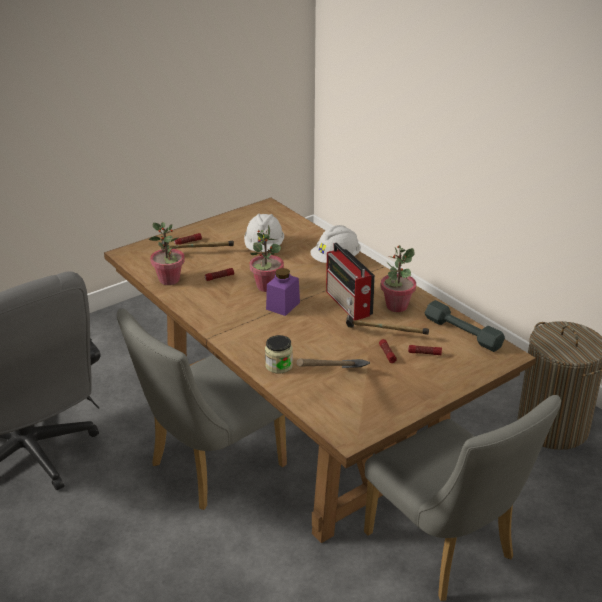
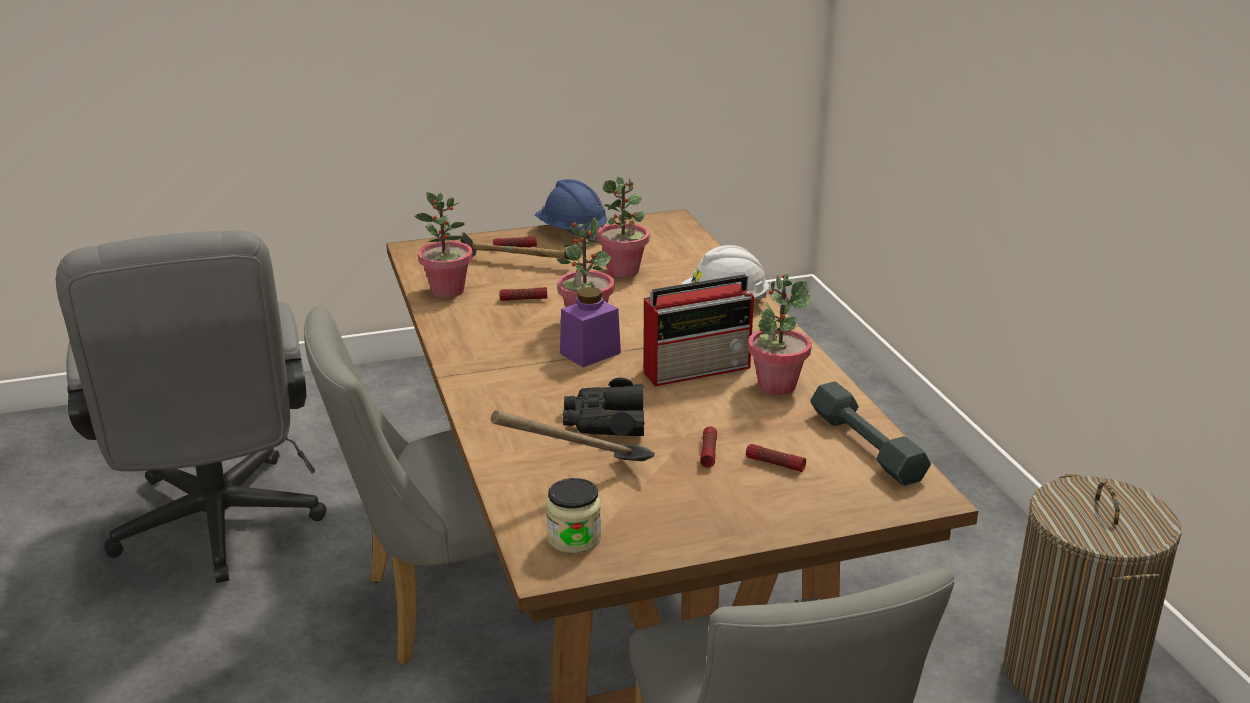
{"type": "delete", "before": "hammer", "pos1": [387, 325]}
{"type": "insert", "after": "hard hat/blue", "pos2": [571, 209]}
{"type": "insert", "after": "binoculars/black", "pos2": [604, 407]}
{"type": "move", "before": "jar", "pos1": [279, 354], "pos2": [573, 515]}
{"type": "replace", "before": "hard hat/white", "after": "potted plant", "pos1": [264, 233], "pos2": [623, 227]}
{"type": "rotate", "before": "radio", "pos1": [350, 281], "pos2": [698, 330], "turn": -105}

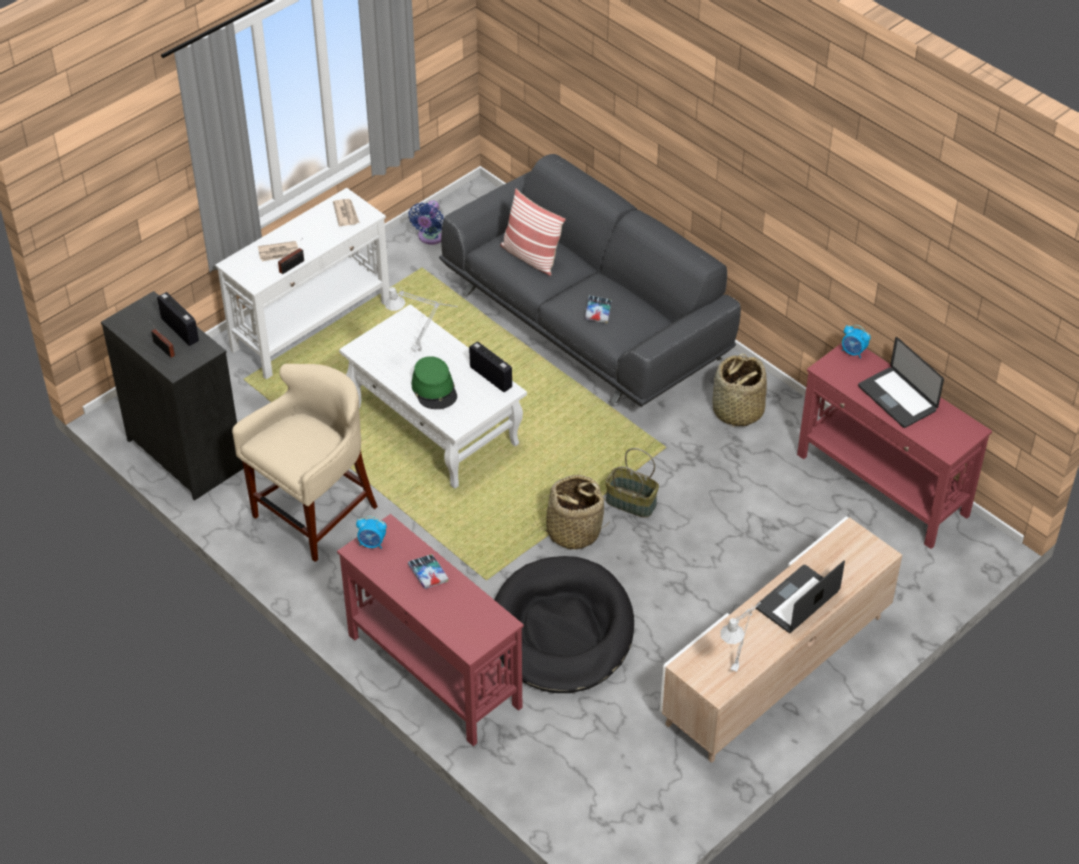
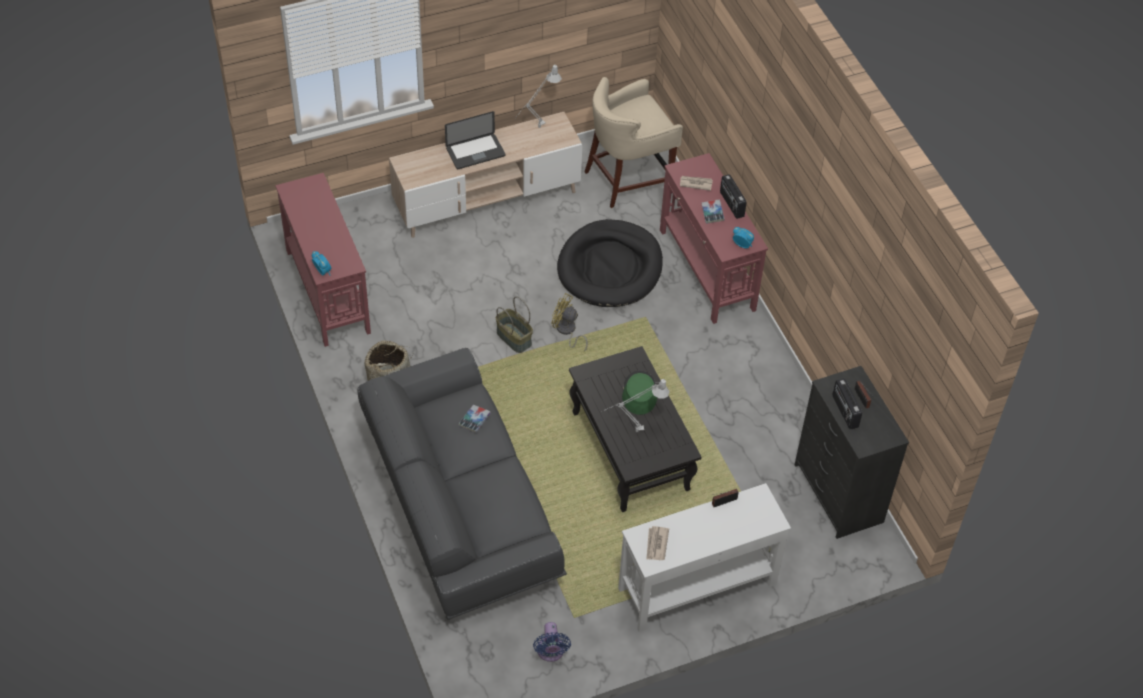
{"type": "delete", "before": "pillow", "pos1": [533, 232]}
{"type": "delete", "before": "laptop", "pos1": [901, 382]}
{"type": "move", "before": "stool/beige", "pos1": [305, 463], "pos2": [633, 142]}
{"type": "move", "before": "newspaper", "pos1": [278, 251], "pos2": [696, 183]}
{"type": "move", "before": "radio", "pos1": [490, 367], "pos2": [733, 196]}
{"type": "replace", "before": "basket", "after": "fan/yellow", "pos1": [571, 512], "pos2": [570, 322]}
{"type": "recolor", "before": "coffee table/white", "after": "coffee table/black", "pos1": [433, 396], "pos2": [635, 429]}
{"type": "rotate", "before": "fan/blue", "pos1": [426, 222], "pos2": [552, 642], "turn": 135}

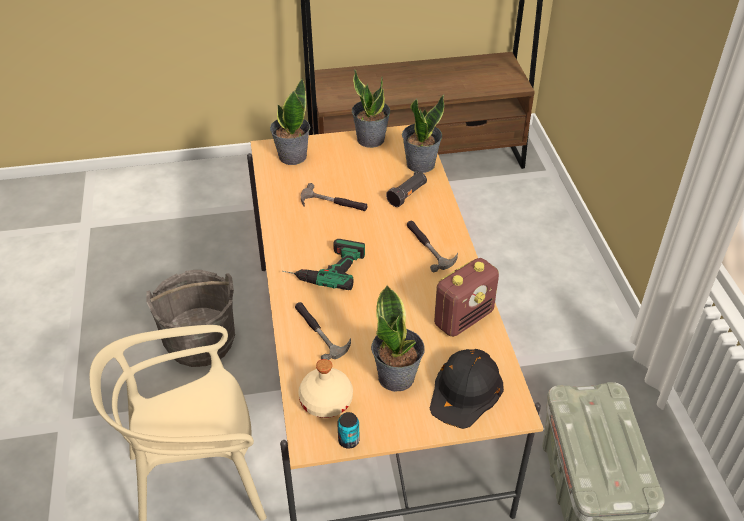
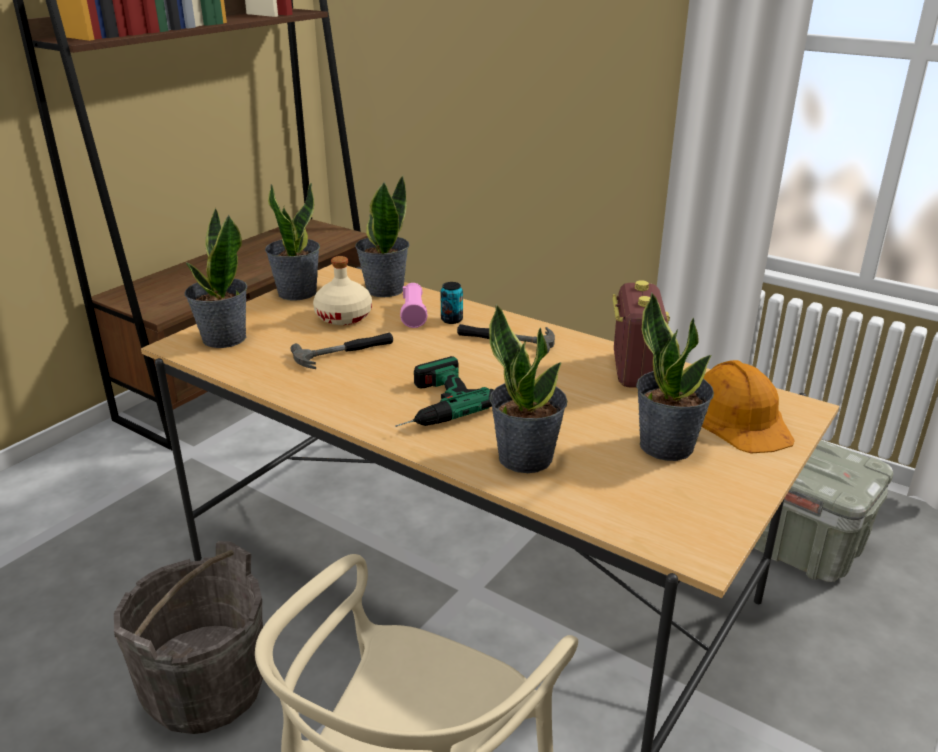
{"type": "move", "before": "bottle/beige", "pos1": [325, 388], "pos2": [342, 290]}
{"type": "move", "before": "can", "pos1": [348, 430], "pos2": [451, 303]}
{"type": "replace", "before": "hammer", "after": "potted plant", "pos1": [323, 331], "pos2": [528, 388]}
{"type": "recolor", "before": "flashlight/black", "after": "flashlight/pink", "pos1": [406, 189], "pos2": [413, 305]}
{"type": "recolor", "before": "hard hat/black", "after": "hard hat/orange", "pos1": [467, 389], "pos2": [748, 406]}

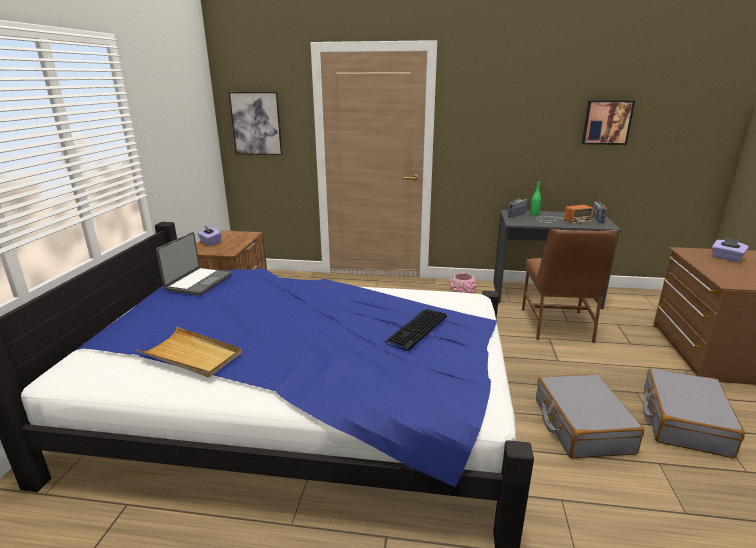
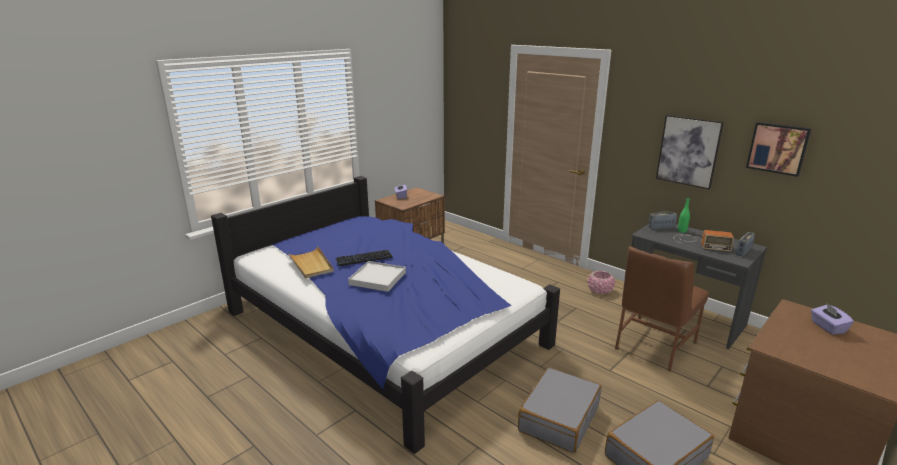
{"type": "delete", "before": "laptop", "pos1": [194, 264]}
{"type": "insert", "after": "tray/white", "pos2": [377, 276]}
{"type": "move", "before": "picture", "pos1": [256, 123], "pos2": [690, 152]}
{"type": "move", "before": "keyboard", "pos1": [415, 330], "pos2": [363, 258]}

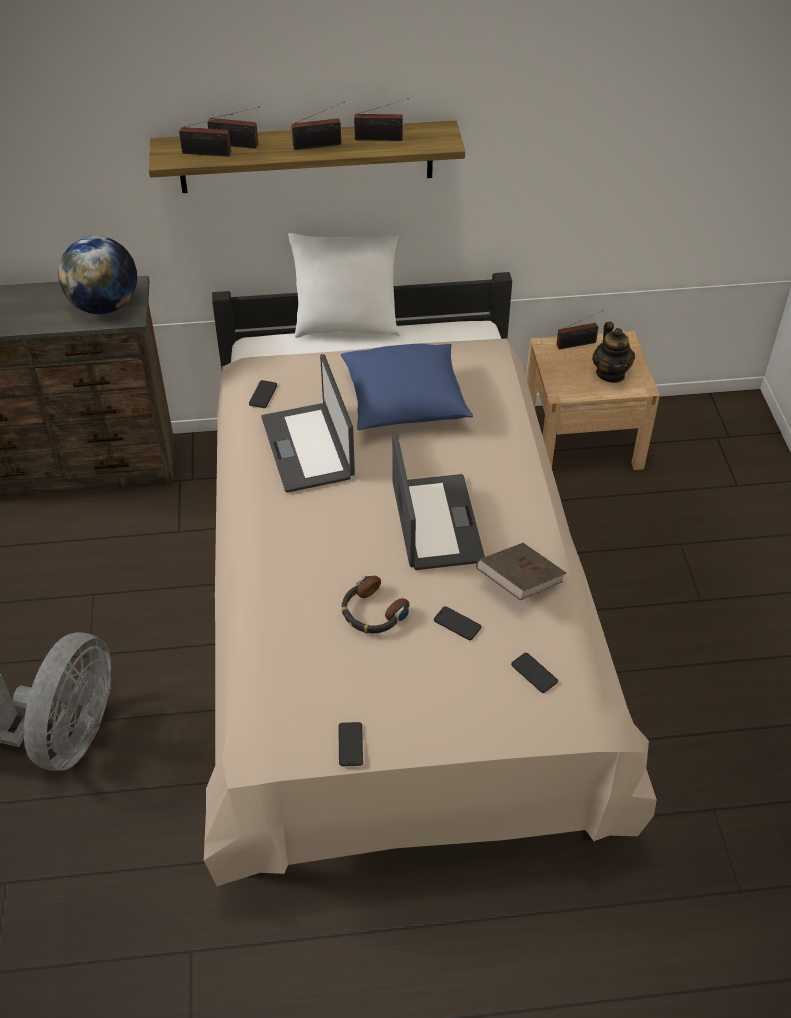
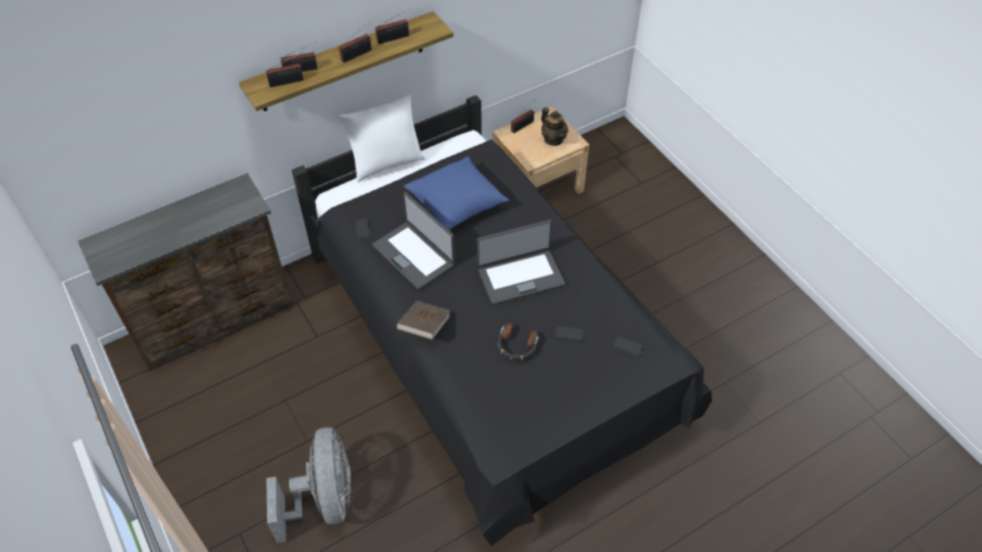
{"type": "delete", "before": "globe", "pos1": [97, 275]}
{"type": "delete", "before": "phone", "pos1": [350, 744]}
{"type": "move", "before": "book/brown", "pos1": [521, 572], "pos2": [423, 320]}
{"type": "recolor", "before": "bed/beige", "after": "bed/black", "pos1": [430, 579], "pos2": [502, 320]}
{"type": "rotate", "before": "laptop", "pos1": [438, 501], "pos2": [521, 262], "turn": 105}

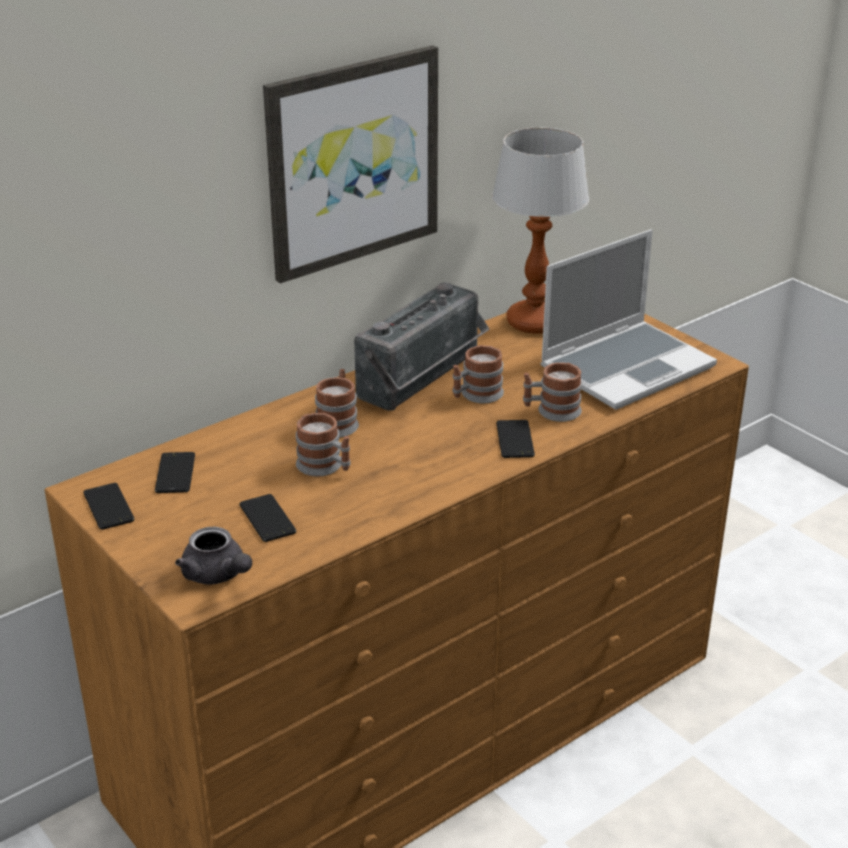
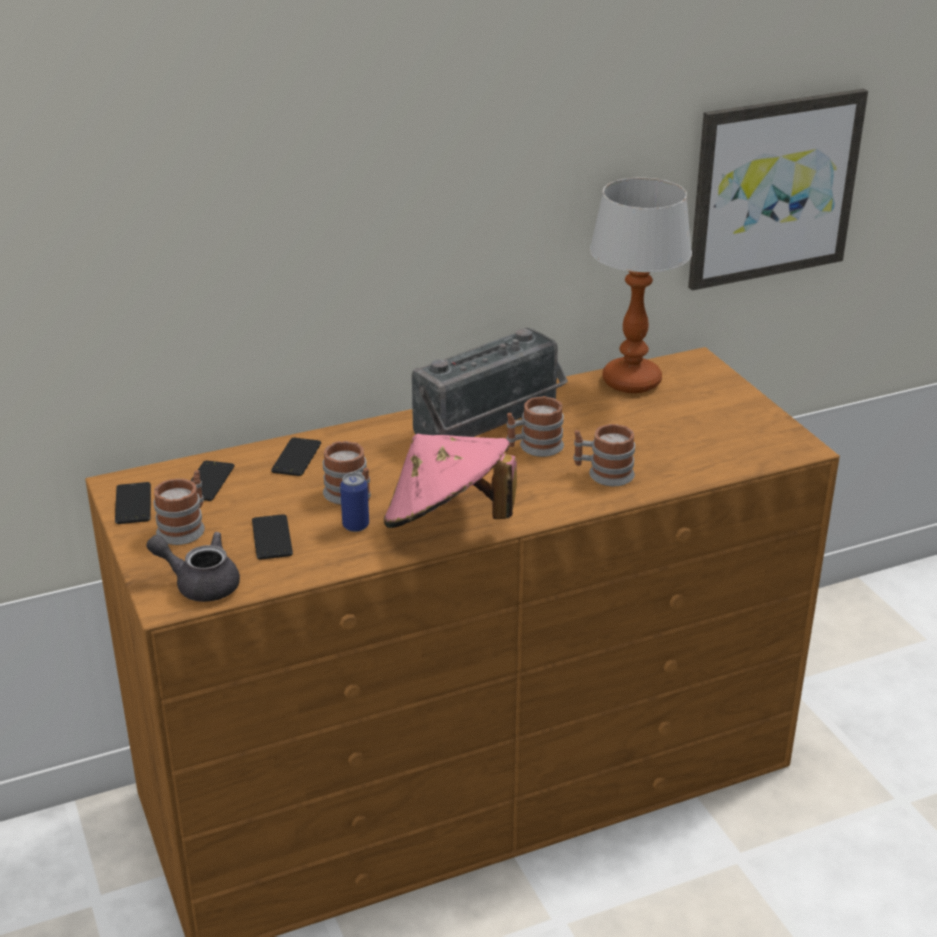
{"type": "delete", "before": "laptop", "pos1": [628, 319]}
{"type": "insert", "after": "can", "pos2": [354, 502]}
{"type": "insert", "after": "hat/pink", "pos2": [450, 481]}
{"type": "move", "before": "picture", "pos1": [350, 164], "pos2": [778, 189]}
{"type": "move", "before": "mug", "pos1": [337, 403], "pos2": [179, 507]}
{"type": "move", "before": "phone", "pos1": [515, 439], "pos2": [296, 457]}
{"type": "rotate", "before": "teapot/grey", "pos1": [213, 556], "pos2": [193, 567], "turn": 135}

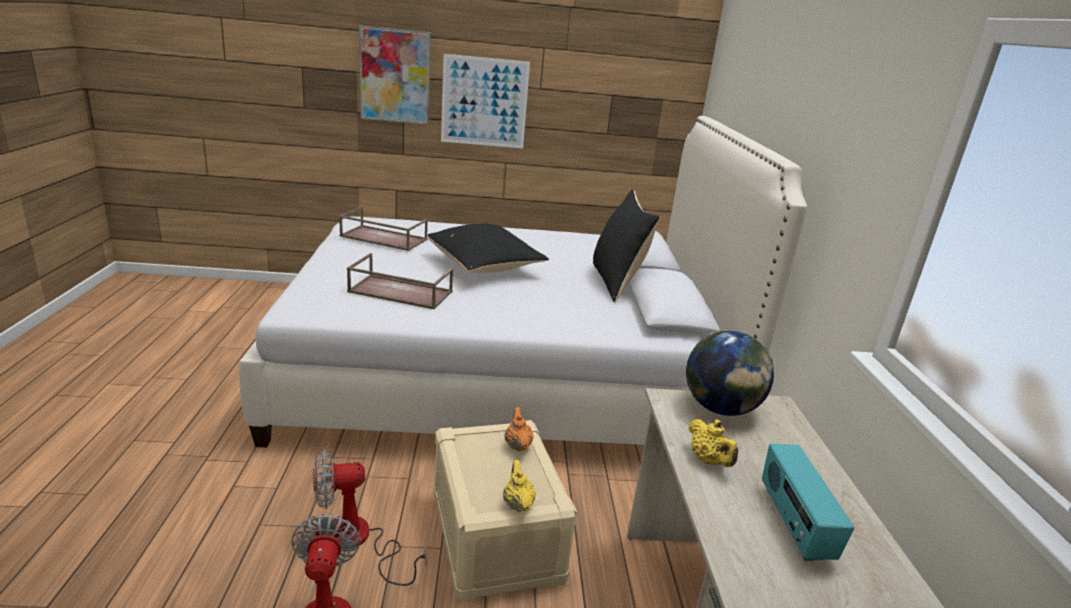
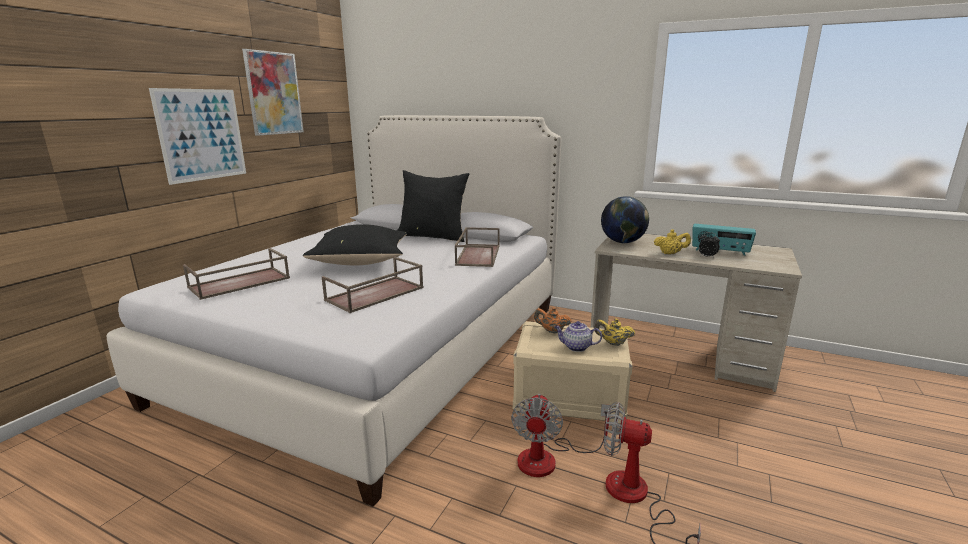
{"type": "insert", "after": "tray/brown", "pos2": [477, 247]}
{"type": "insert", "after": "teapot", "pos2": [578, 336]}
{"type": "insert", "after": "alarm clock", "pos2": [709, 245]}
{"type": "move", "before": "picture", "pos1": [395, 75], "pos2": [273, 92]}

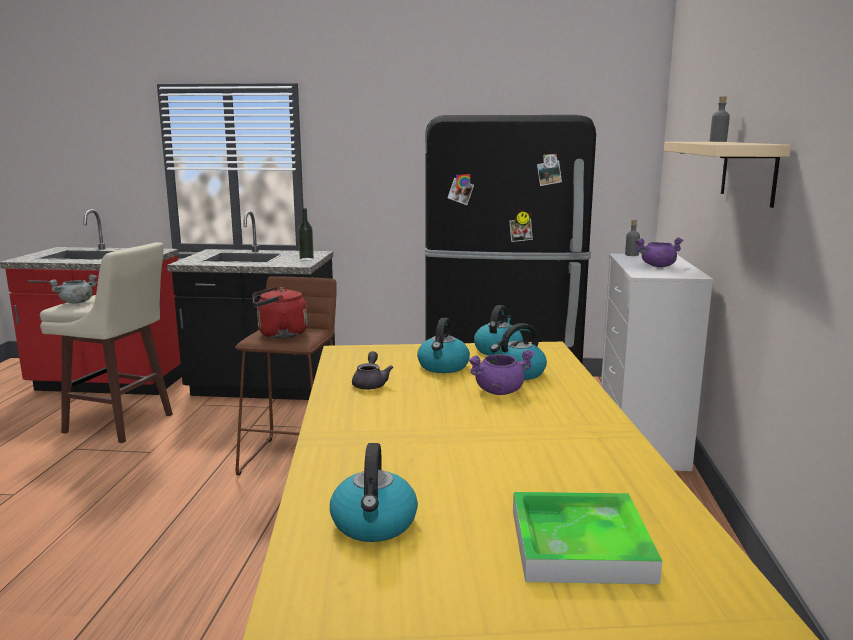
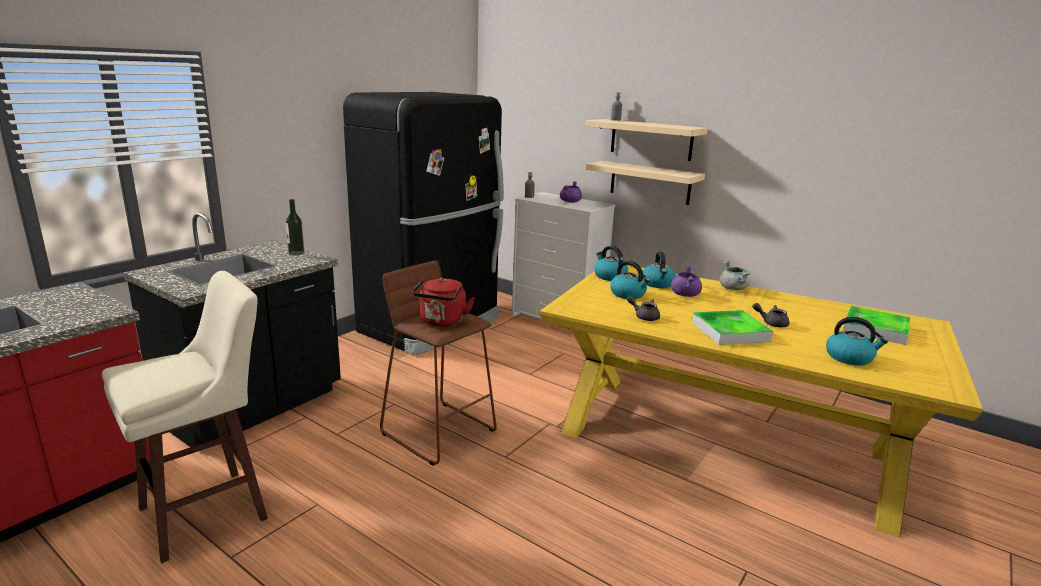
{"type": "insert", "after": "shelf/beige", "pos2": [645, 183]}
{"type": "insert", "after": "tray", "pos2": [732, 327]}
{"type": "insert", "after": "teapot/grey", "pos2": [770, 315]}
{"type": "move", "before": "cooking pot/grey", "pos1": [73, 289], "pos2": [735, 275]}

